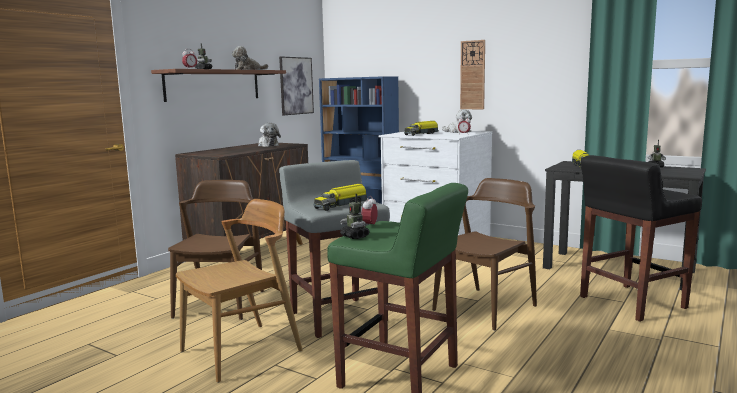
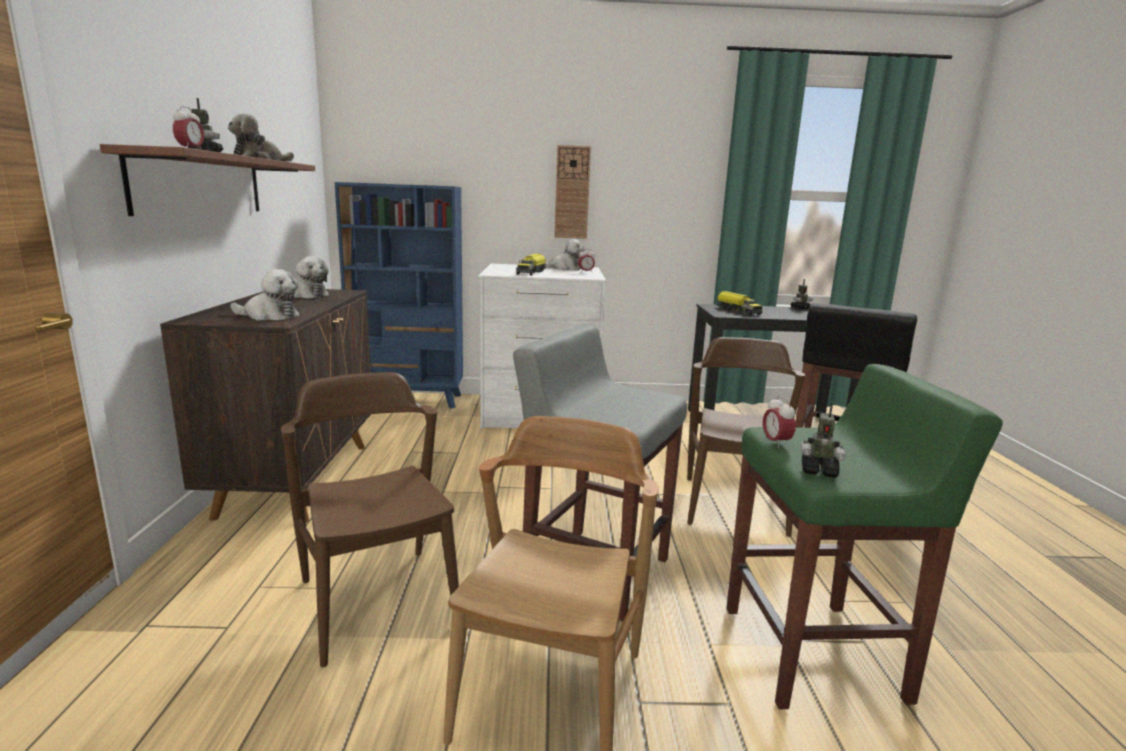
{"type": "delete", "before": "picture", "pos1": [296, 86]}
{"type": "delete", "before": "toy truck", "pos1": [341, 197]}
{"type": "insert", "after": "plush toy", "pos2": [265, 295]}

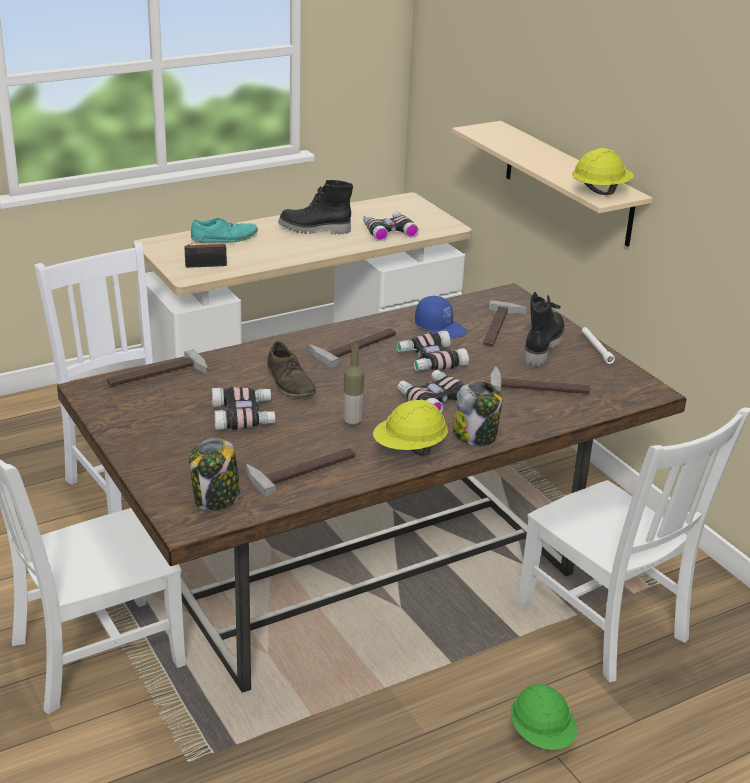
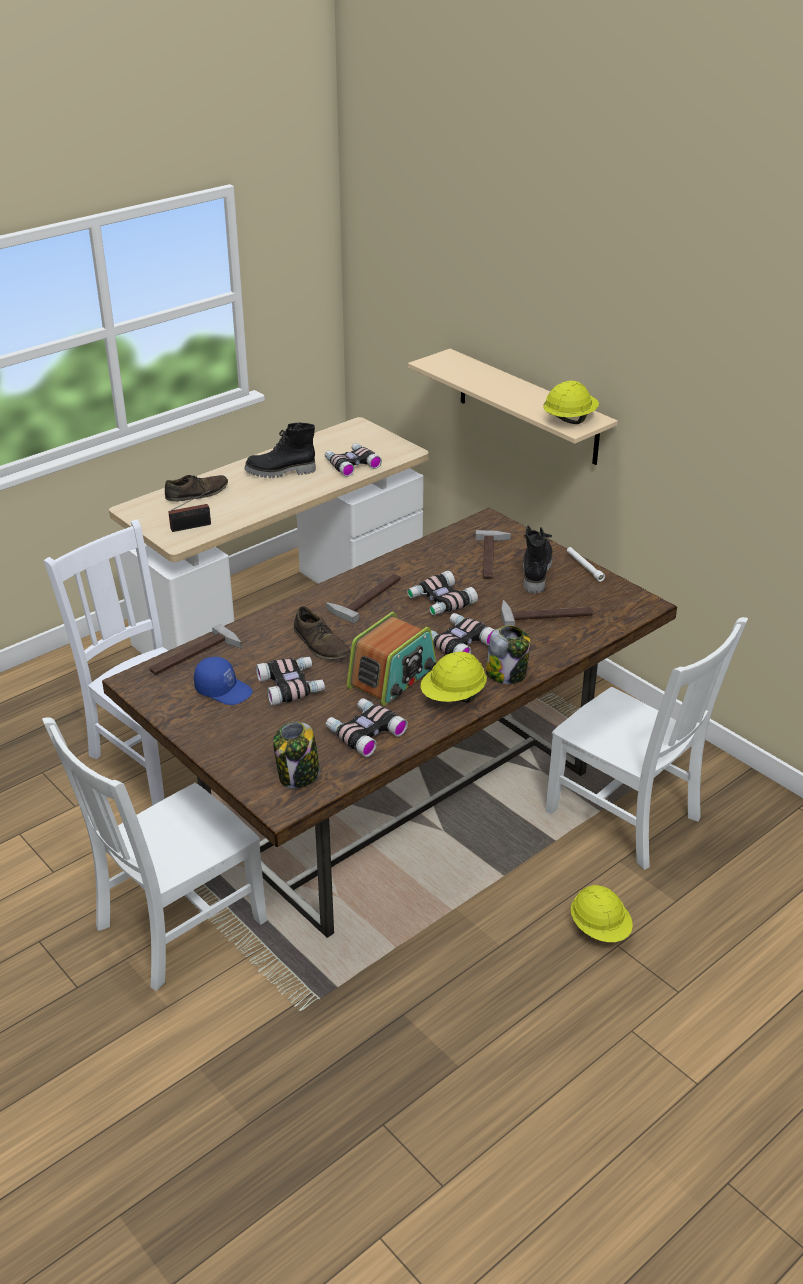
{"type": "move", "before": "cap/blue", "pos1": [441, 317], "pos2": [223, 681]}
{"type": "replace", "before": "hammer", "after": "binoculars", "pos1": [301, 472], "pos2": [367, 727]}
{"type": "replace", "before": "bottle", "after": "radio", "pos1": [354, 384], "pos2": [391, 659]}
{"type": "recolor", "before": "shoe/turquoise", "after": "shoe/brown", "pos1": [224, 230], "pos2": [196, 488]}
{"type": "recolor", "before": "hard hat/green", "after": "hard hat/yellow", "pos1": [543, 717], "pos2": [602, 913]}

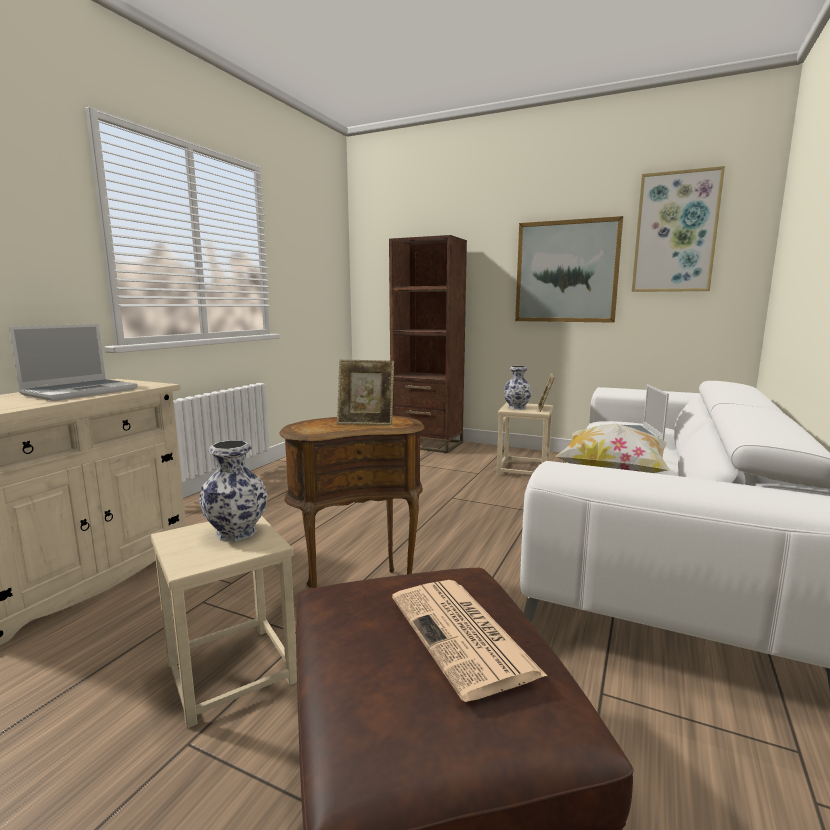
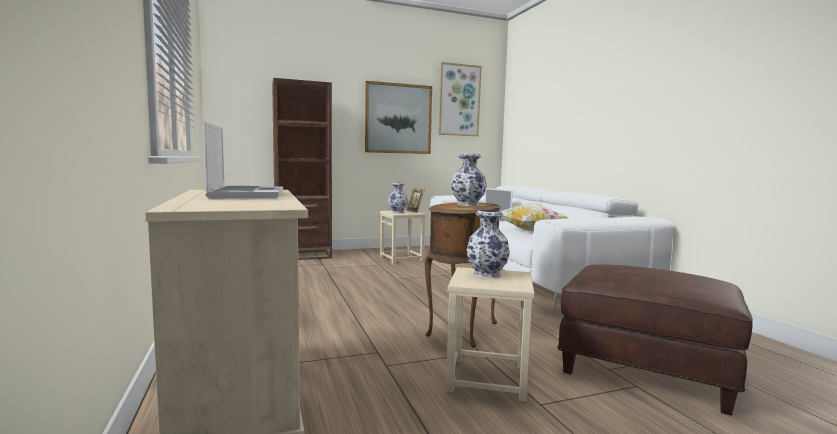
{"type": "delete", "before": "newspaper", "pos1": [469, 641]}
{"type": "replace", "before": "picture frame", "after": "vase", "pos1": [365, 392], "pos2": [469, 179]}

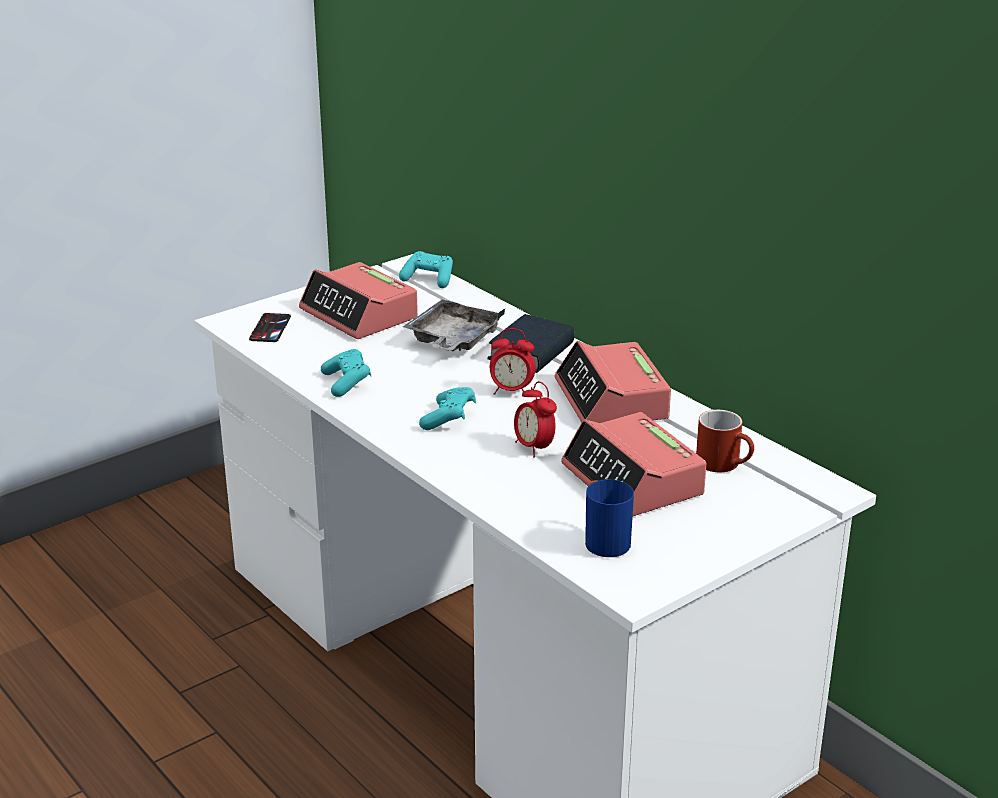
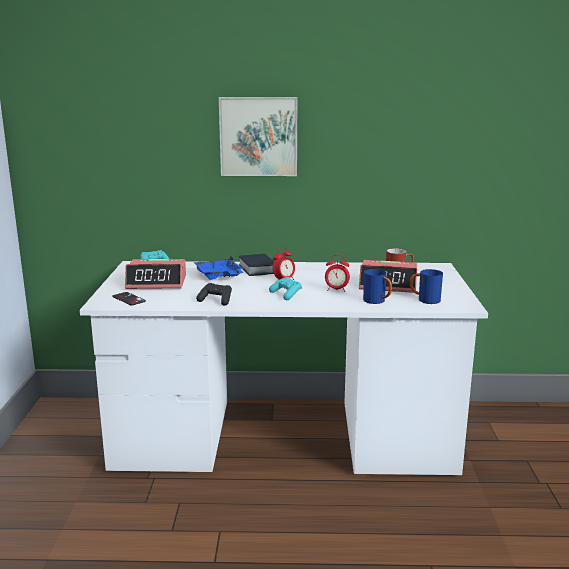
{"type": "delete", "before": "alarm clock", "pos1": [613, 382]}
{"type": "insert", "after": "picture", "pos2": [258, 136]}
{"type": "insert", "after": "mug/blue", "pos2": [377, 286]}
{"type": "recolor", "before": "game controller/turquoise", "after": "game controller/black", "pos1": [346, 373], "pos2": [214, 294]}
{"type": "recolor", "before": "tray/grey", "after": "tray/blue", "pos1": [454, 325], "pos2": [218, 268]}

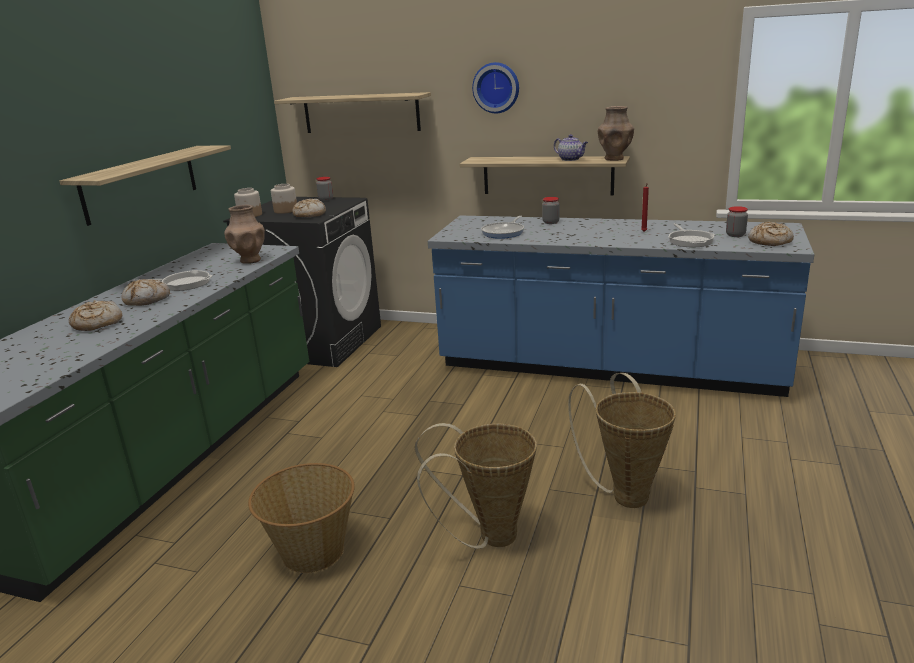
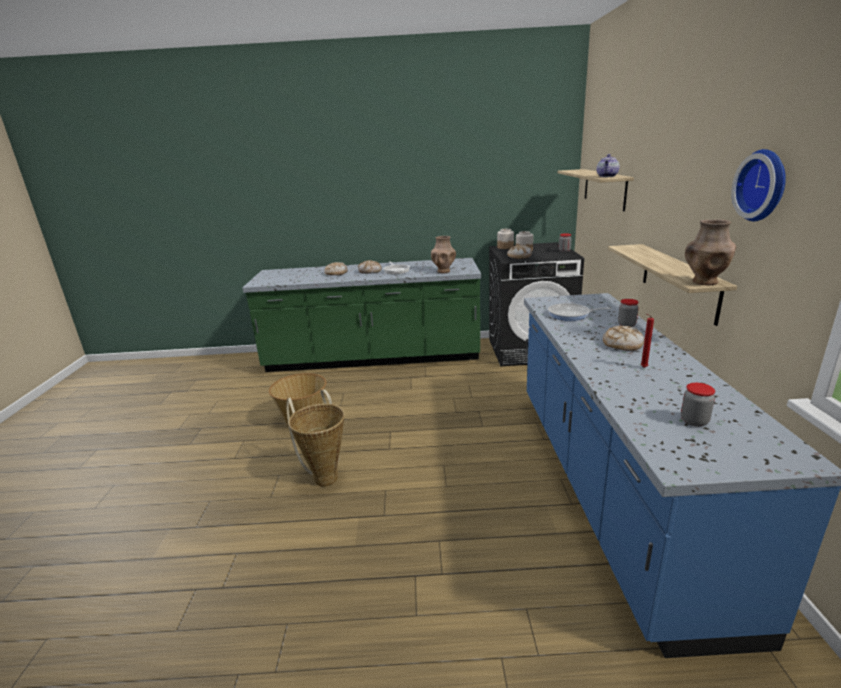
{"type": "delete", "before": "shelf", "pos1": [145, 185]}
{"type": "delete", "before": "basket", "pos1": [622, 440]}
{"type": "delete", "before": "frying pan", "pos1": [691, 235]}
{"type": "move", "before": "wall clock", "pos1": [495, 87], "pos2": [759, 185]}
{"type": "move", "before": "teapot", "pos1": [571, 147], "pos2": [608, 165]}
{"type": "move", "before": "bread", "pos1": [771, 234], "pos2": [624, 338]}

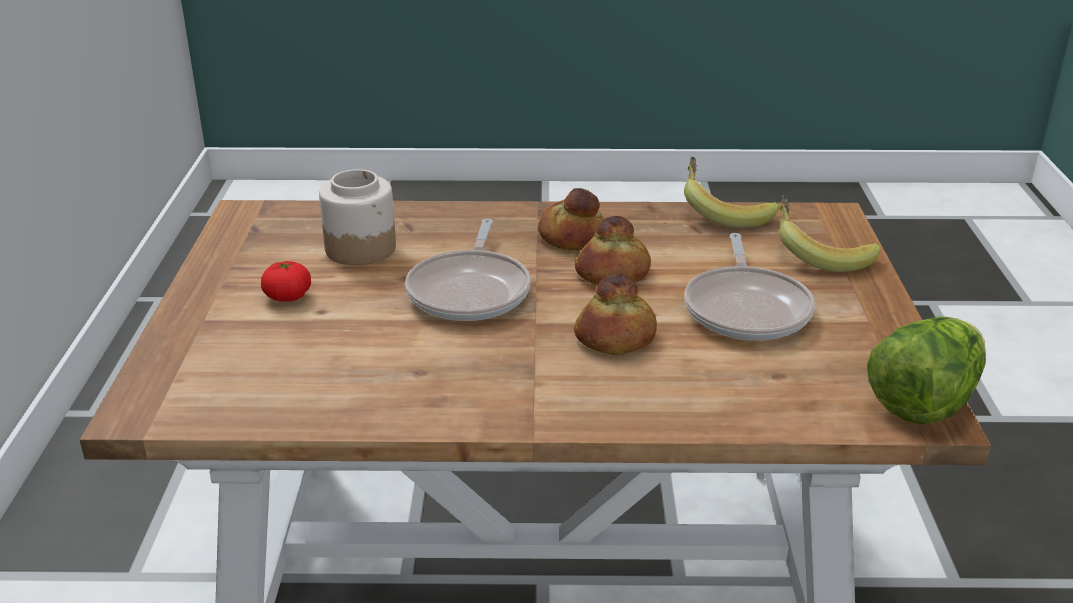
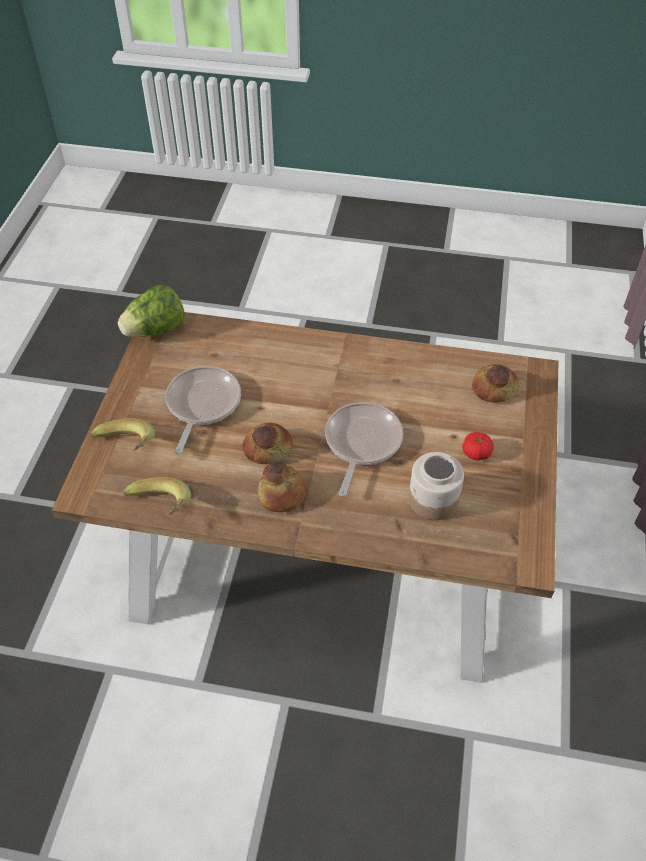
{"type": "move", "before": "bread", "pos1": [615, 314], "pos2": [495, 383]}

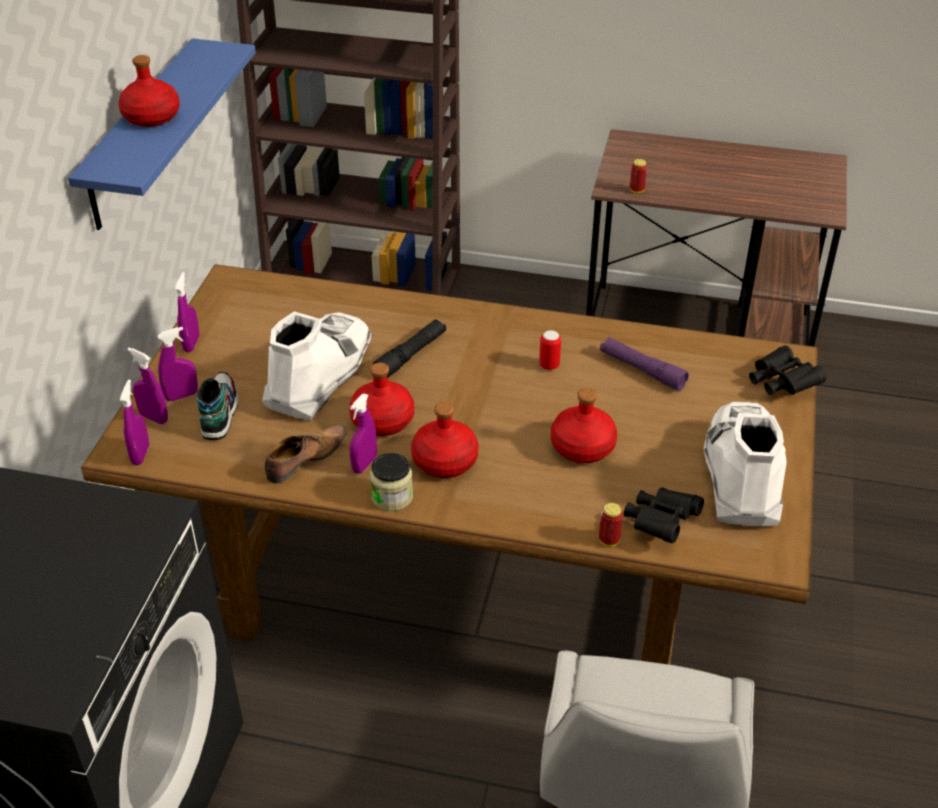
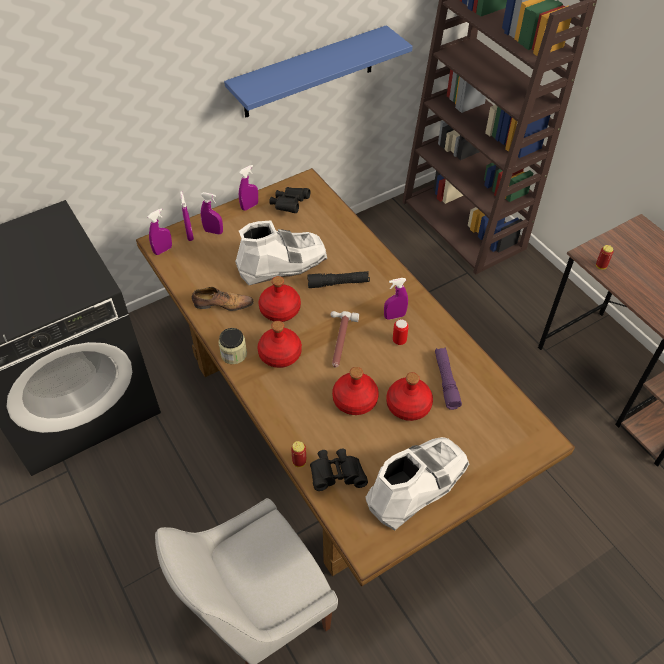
{"type": "delete", "before": "shoe", "pos1": [217, 406]}
{"type": "insert", "after": "hammer", "pos2": [344, 339]}
{"type": "move", "before": "bottle/red", "pos1": [149, 91], "pos2": [409, 396]}
{"type": "move", "before": "spray bottle/purple", "pos1": [363, 434], "pos2": [396, 299]}
{"type": "move", "before": "binoculars/black", "pos1": [787, 370], "pos2": [289, 200]}

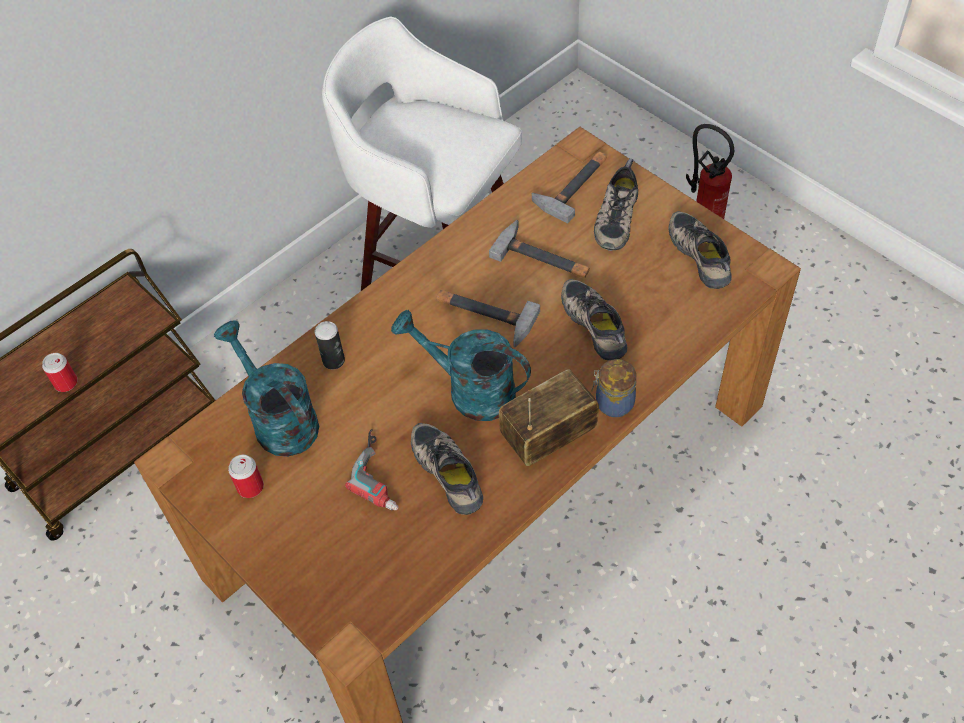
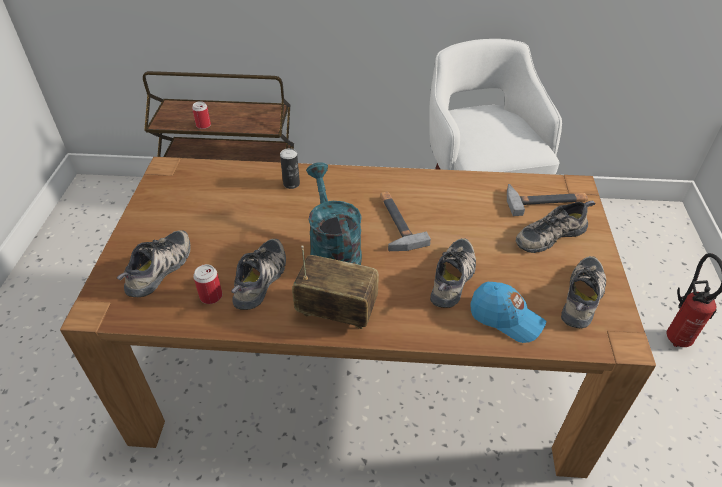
{"type": "delete", "before": "watering can/turquoise", "pos1": [266, 388]}
{"type": "delete", "before": "power drill", "pos1": [372, 470]}
{"type": "delete", "before": "hammer", "pos1": [539, 249]}
{"type": "delete", "before": "jar", "pos1": [613, 388]}
{"type": "insert", "after": "shoe", "pos2": [153, 263]}
{"type": "insert", "after": "cap/blue", "pos2": [508, 312]}
{"type": "move", "before": "can", "pos1": [246, 476], "pos2": [207, 284]}

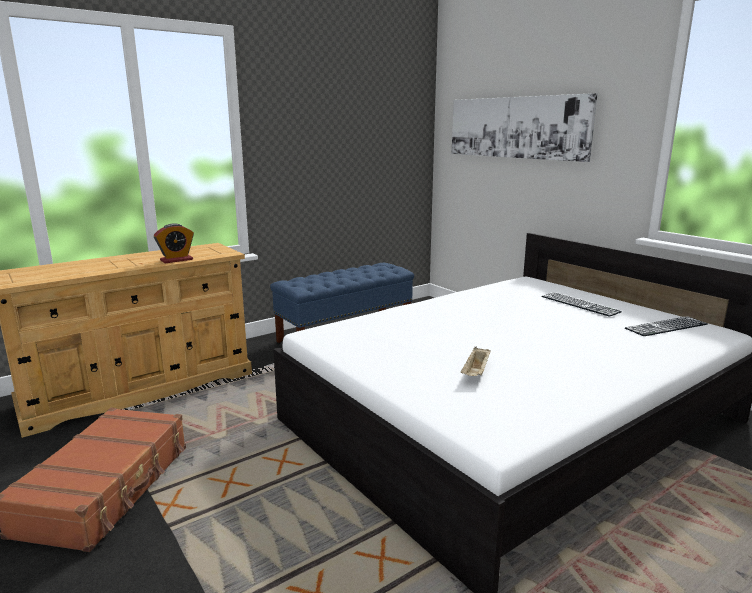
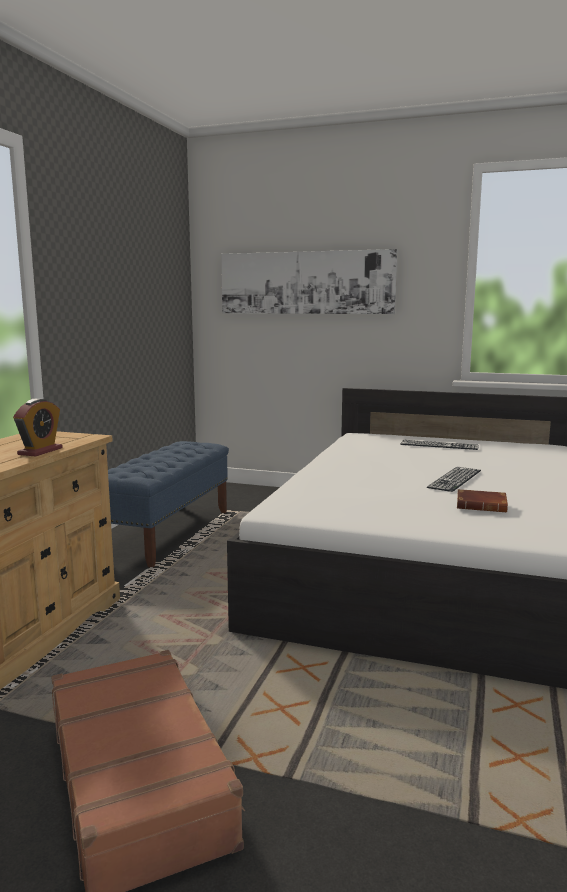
{"type": "move", "before": "keyboard", "pos1": [666, 326], "pos2": [454, 479]}
{"type": "replace", "before": "tray/beige", "after": "book/brown", "pos1": [476, 361], "pos2": [482, 500]}

